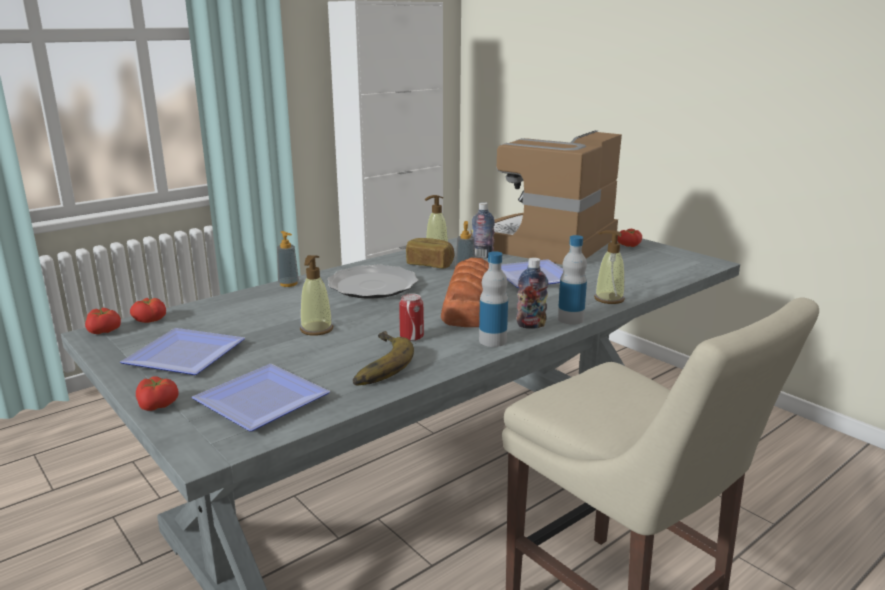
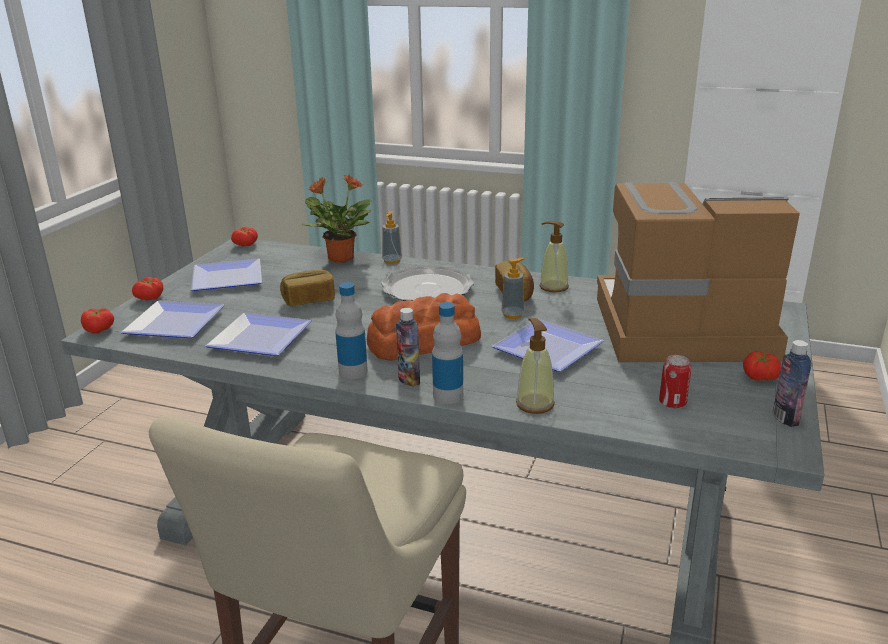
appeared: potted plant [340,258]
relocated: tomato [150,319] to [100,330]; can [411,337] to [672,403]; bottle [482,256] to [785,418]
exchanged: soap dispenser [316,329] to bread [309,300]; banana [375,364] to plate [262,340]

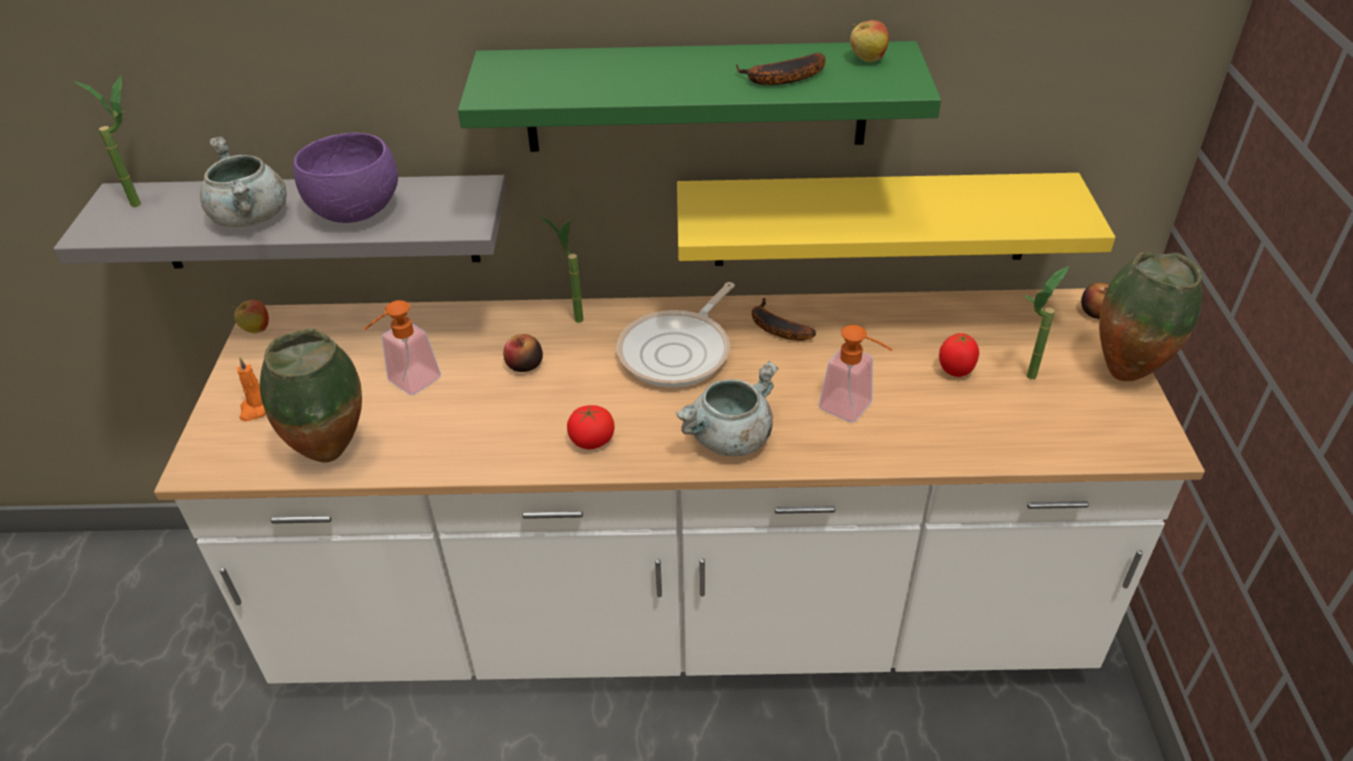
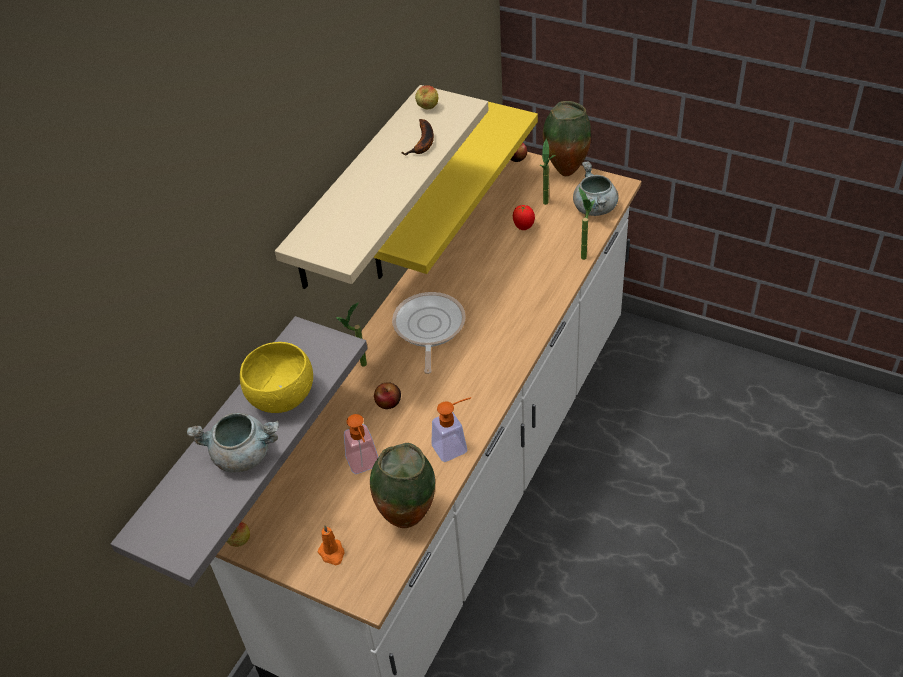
missing: tomato [592,440]; banana [775,327]
relocated: potted plant [146,201] to [582,253]; grey cooking pot [730,439] to [595,208]; soap dispenser [853,409] to [455,446]
colour: purple bowl [357,211] to yellow bowl [281,397]; green shelf [696,97] to beige shelf [357,189]
spun: frying pan [679,352] = [428,328] 150 degrees counterclockwise

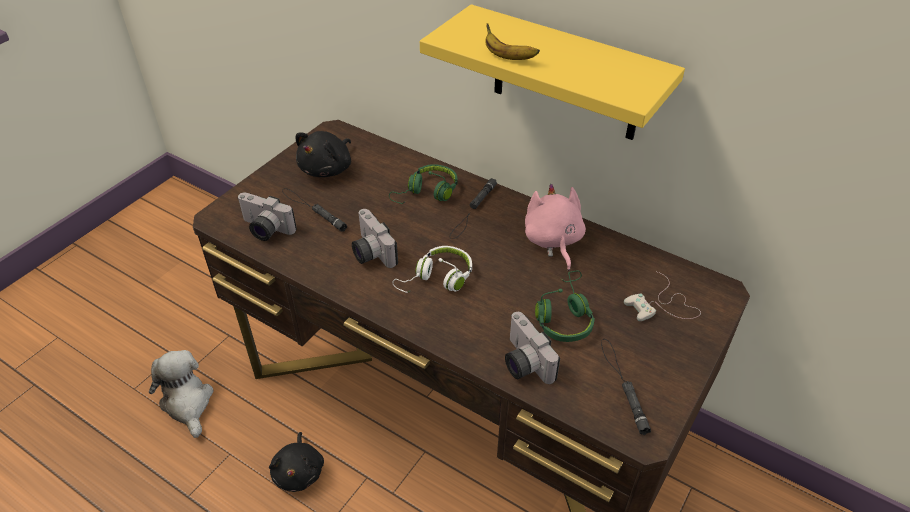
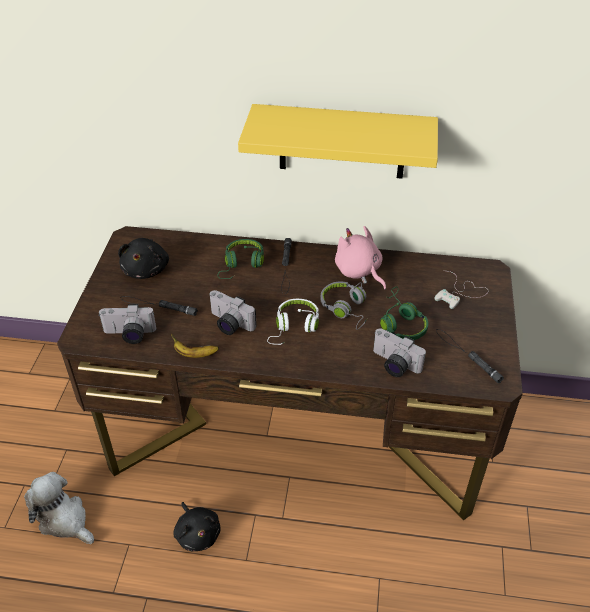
appeared: grey headphones [346,309]
relocated: banana [507,57] to [194,354]

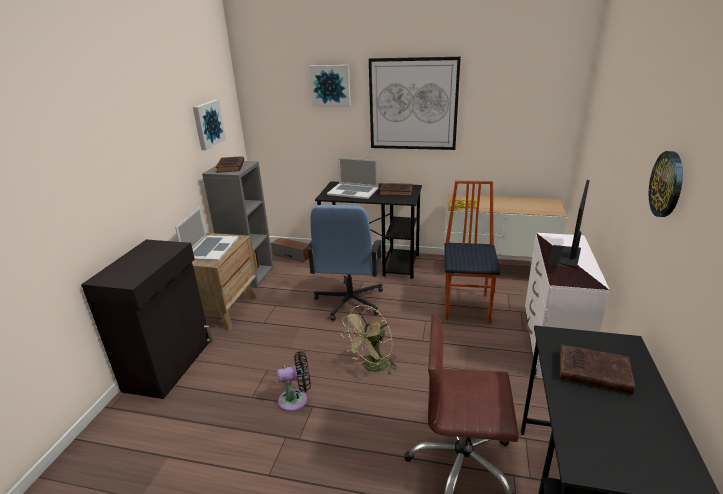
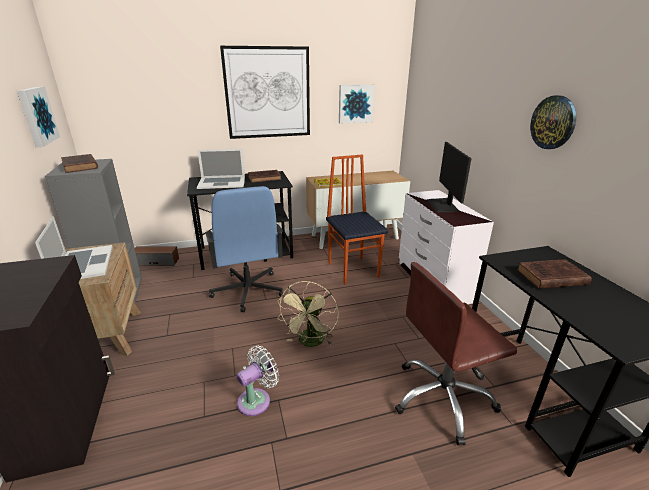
relocated: picture [331,85] to [355,103]
colour: black fan [296,400] to white fan [257,400]

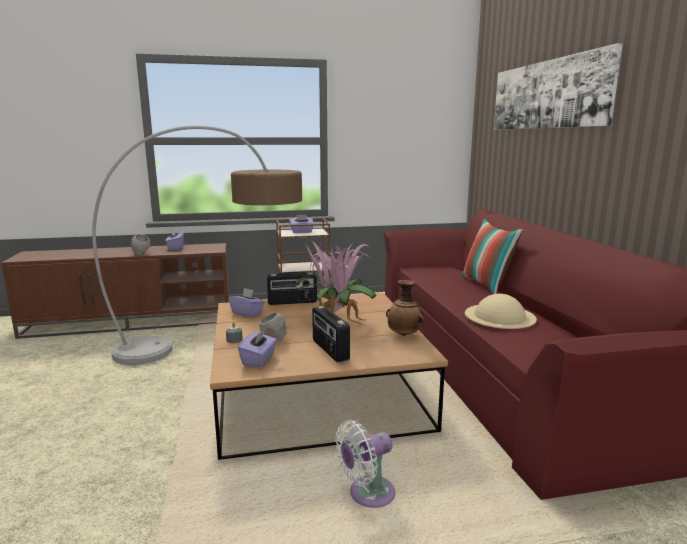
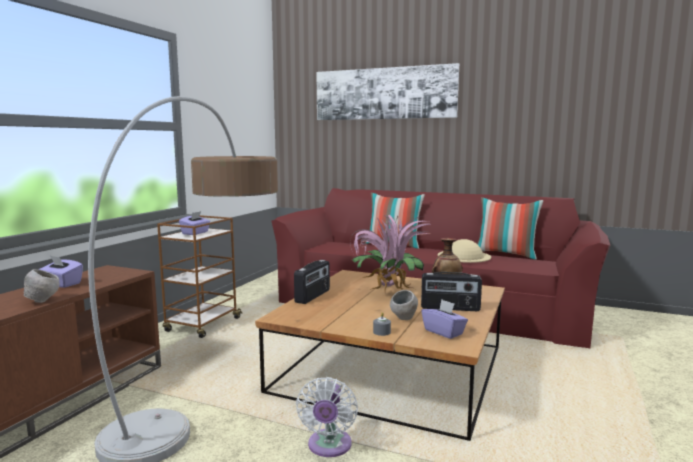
missing: purple tissue box [247,313]
appeared: pillow [506,254]
relocated: white fan [367,494] to [329,447]

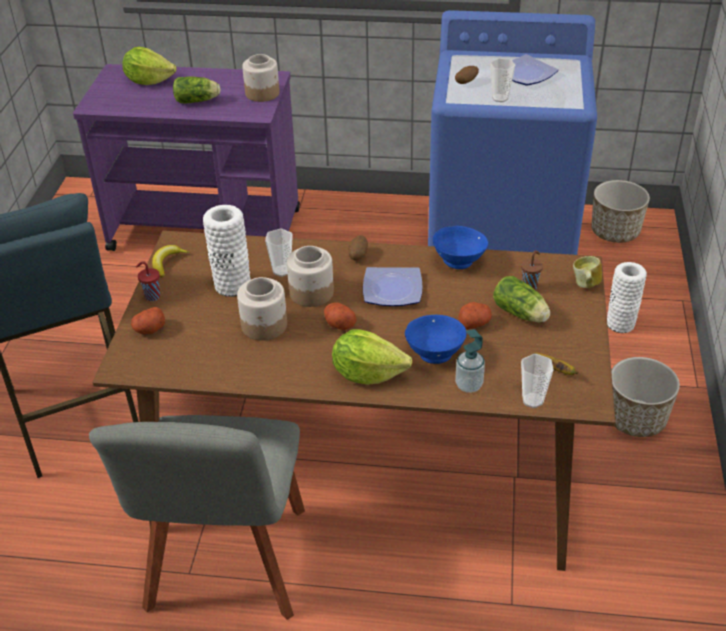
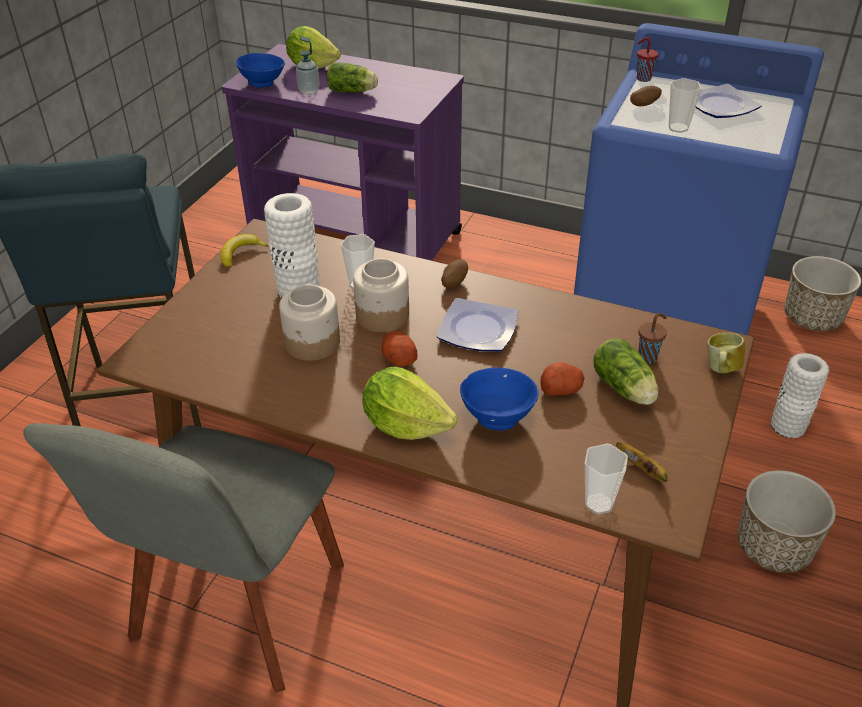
missing: potato [149,329]; jar [263,93]
relocated: red cup [152,296] to [642,79]; blue bowl [460,261] to [263,83]; soap dispenser [469,385] to [309,91]

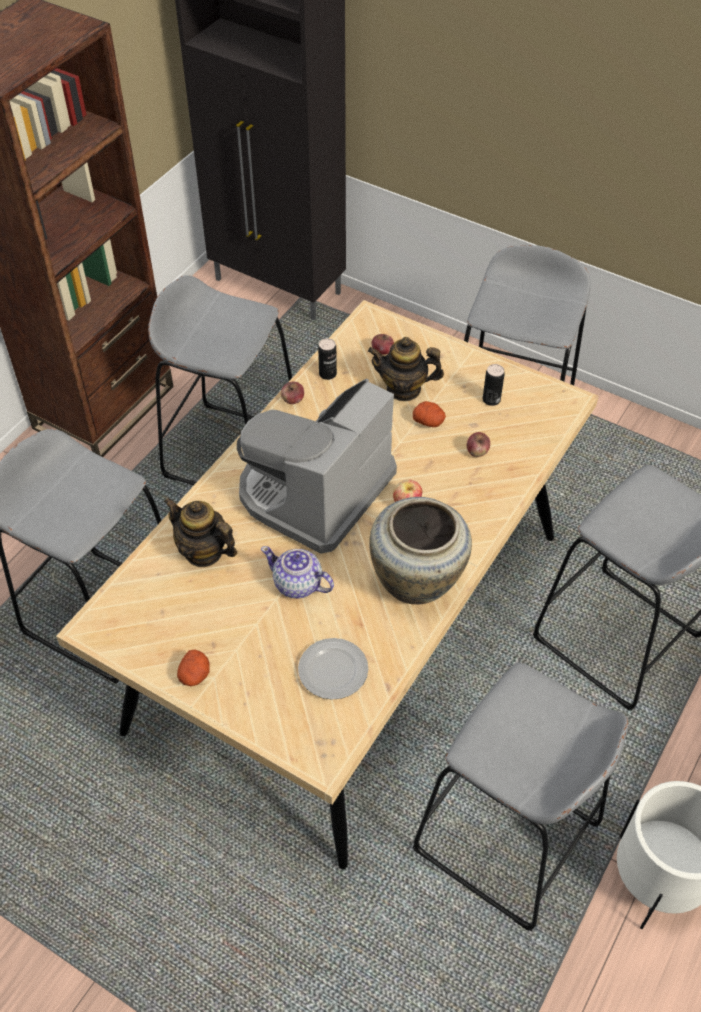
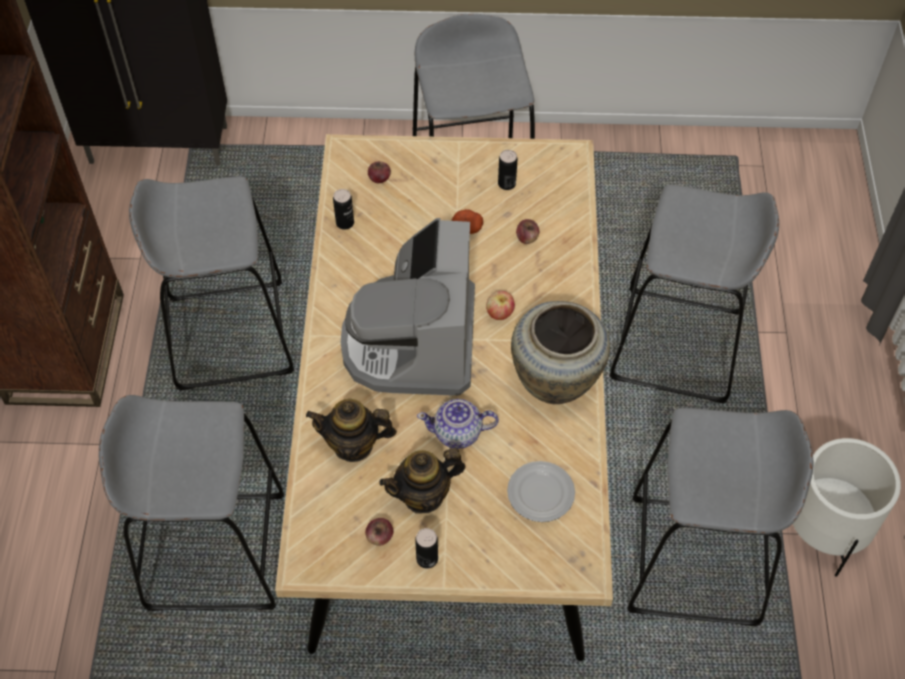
relocated: apple [292,400] to [379,537]; teapot [404,389] to [423,495]
exchanged: potato [195,675] to can [427,559]

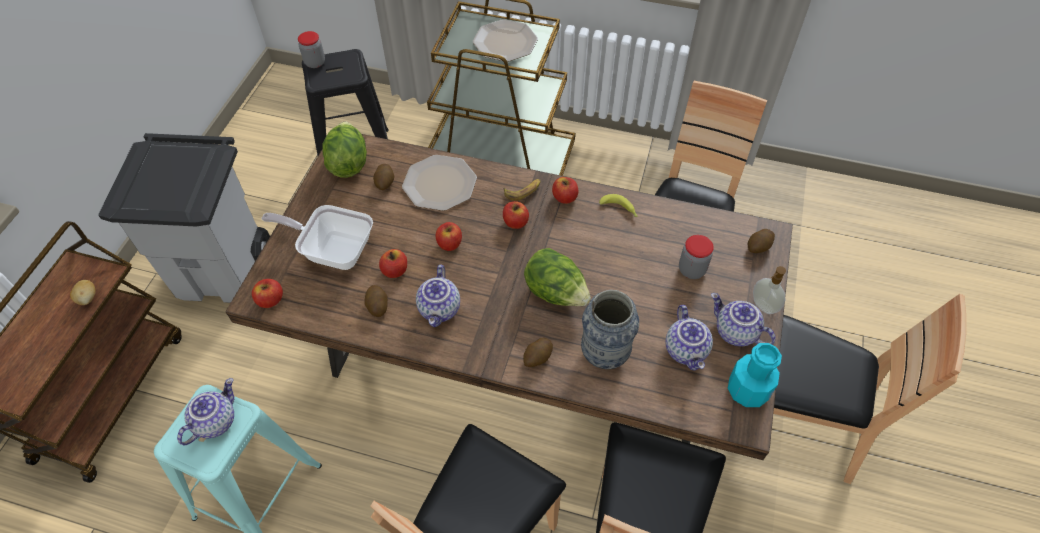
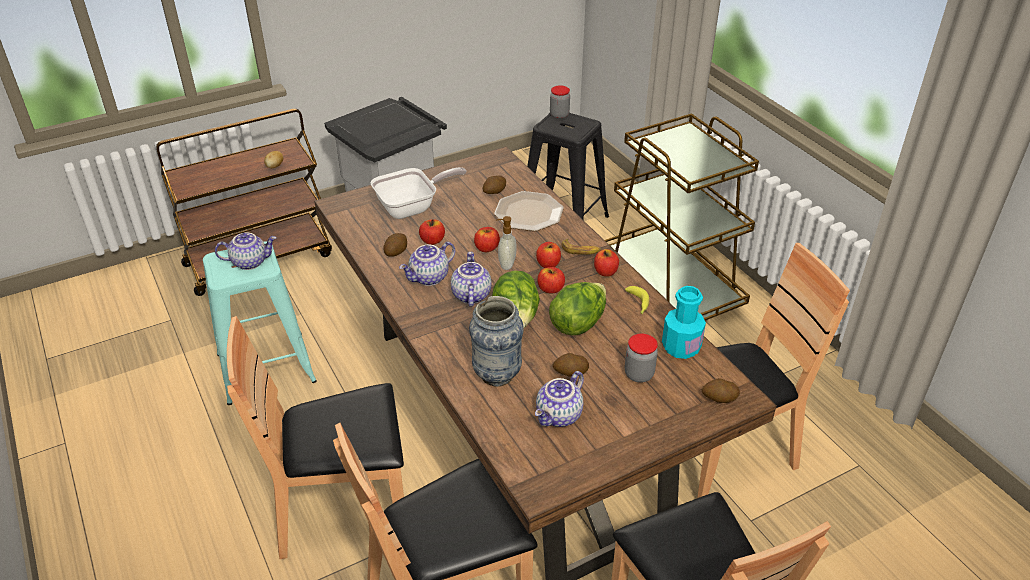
missing: plate [505,42]
relocated: apple [270,300] to [550,289]; lettuce [348,163] to [578,323]; potato [537,358] to [570,373]; teapot [734,332] to [470,295]; turquoise bottle [747,390] to [681,347]; soap dispenser [763,306] to [506,264]
spun: frying pan [333,250] = [412,207] 90 degrees clockwise

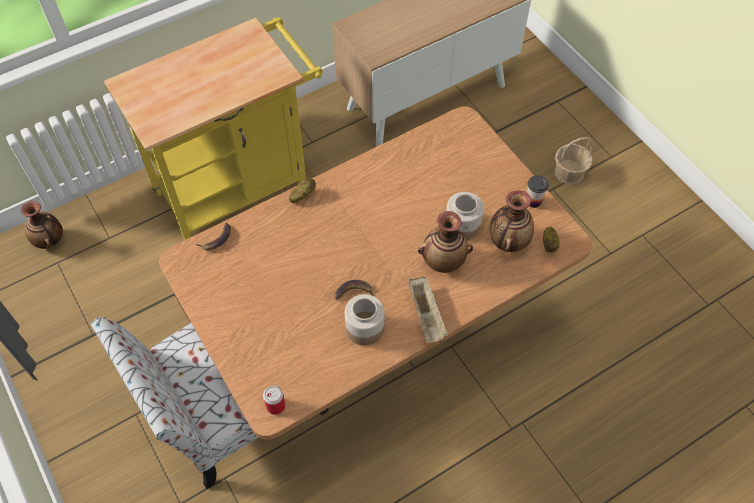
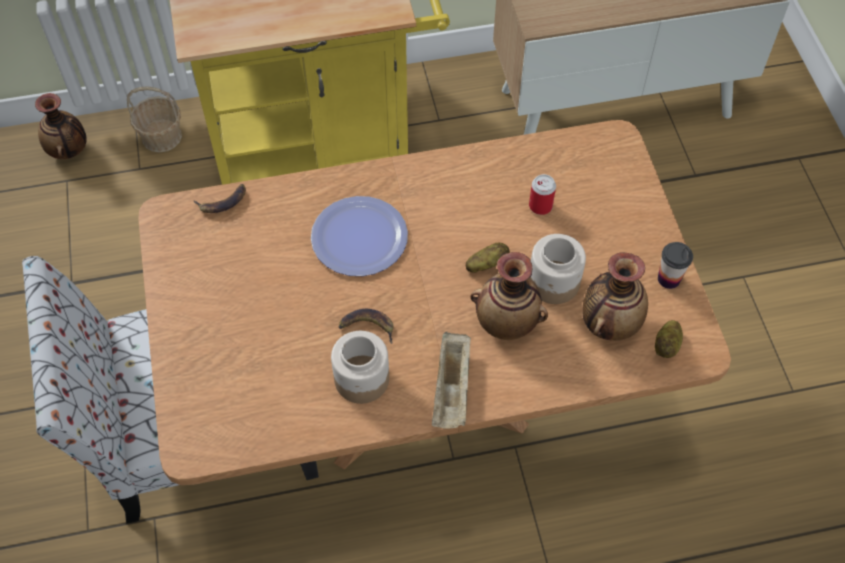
appeared: plate [359,237]
relocated: can [275,406] to [540,206]; potato [302,195] to [486,264]; basket [569,173] to [162,136]

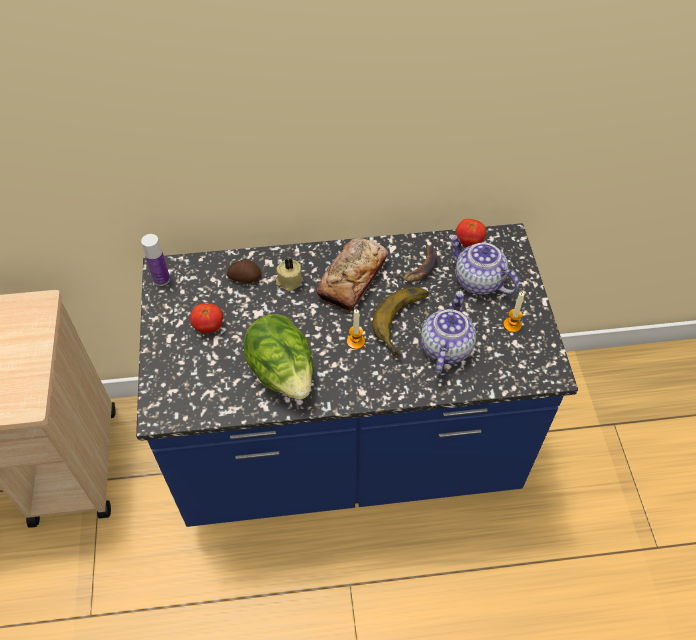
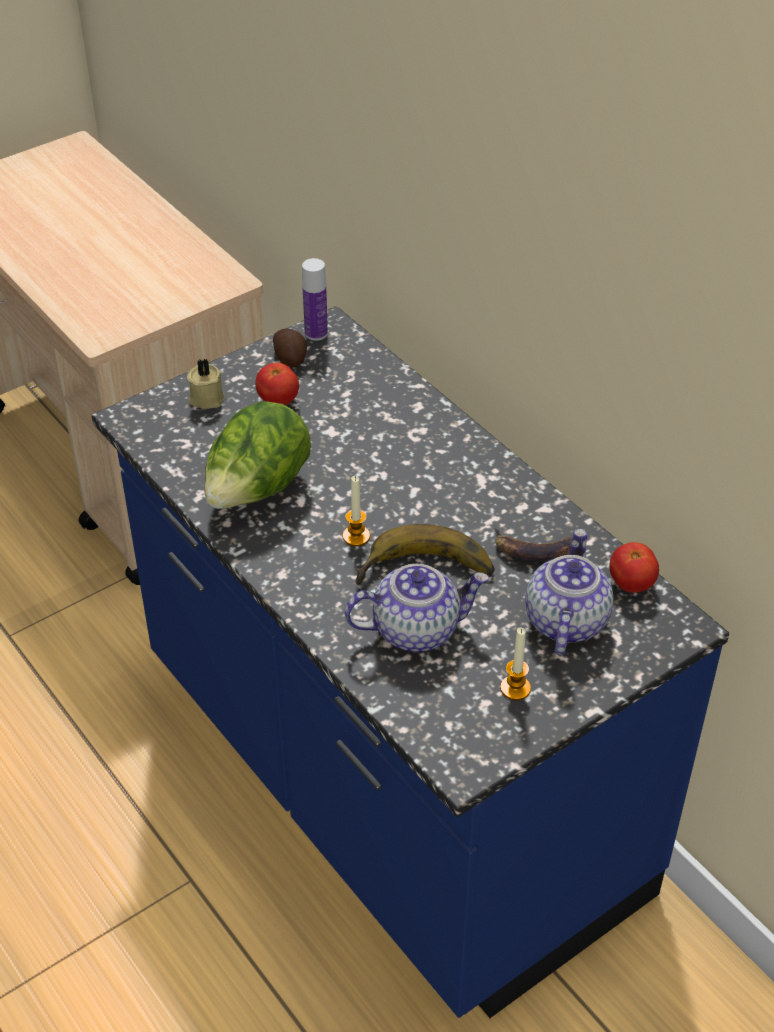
missing: bread [352,278]
relocated: potato [245,277] to [290,357]; beige candle [289,281] to [206,397]

